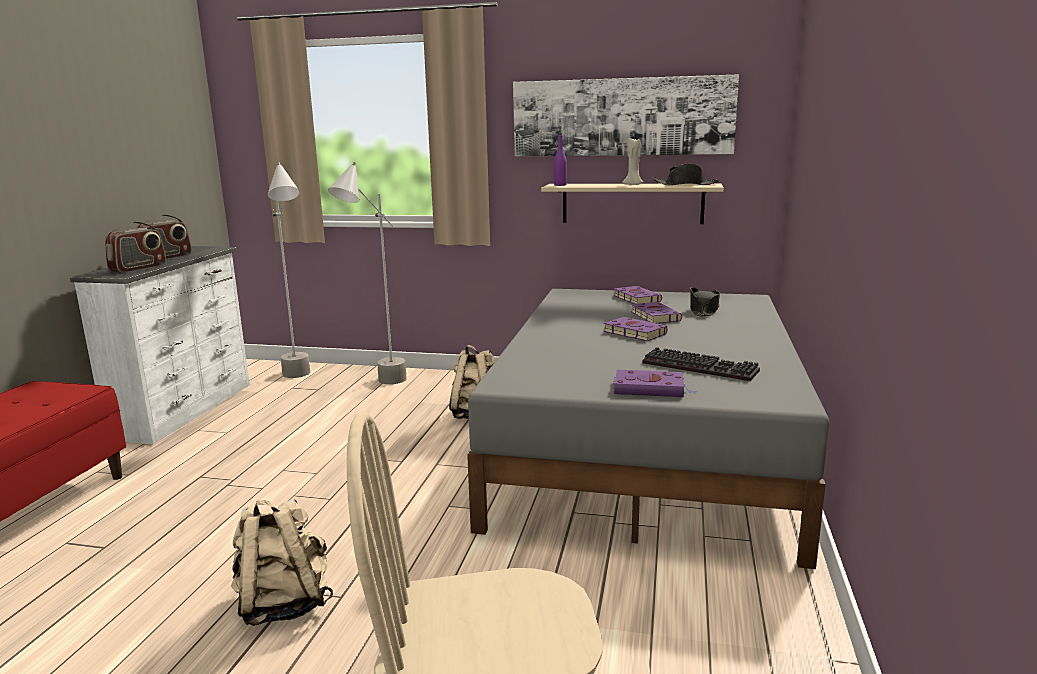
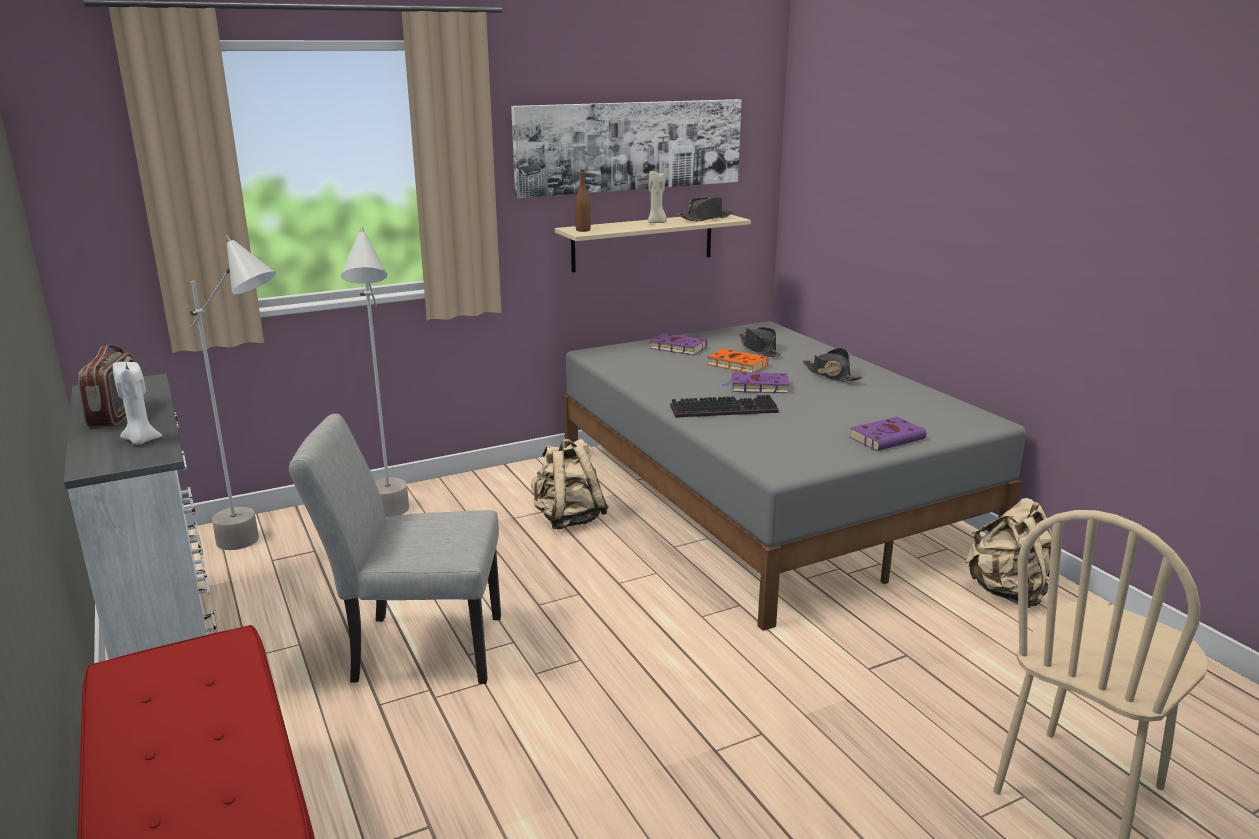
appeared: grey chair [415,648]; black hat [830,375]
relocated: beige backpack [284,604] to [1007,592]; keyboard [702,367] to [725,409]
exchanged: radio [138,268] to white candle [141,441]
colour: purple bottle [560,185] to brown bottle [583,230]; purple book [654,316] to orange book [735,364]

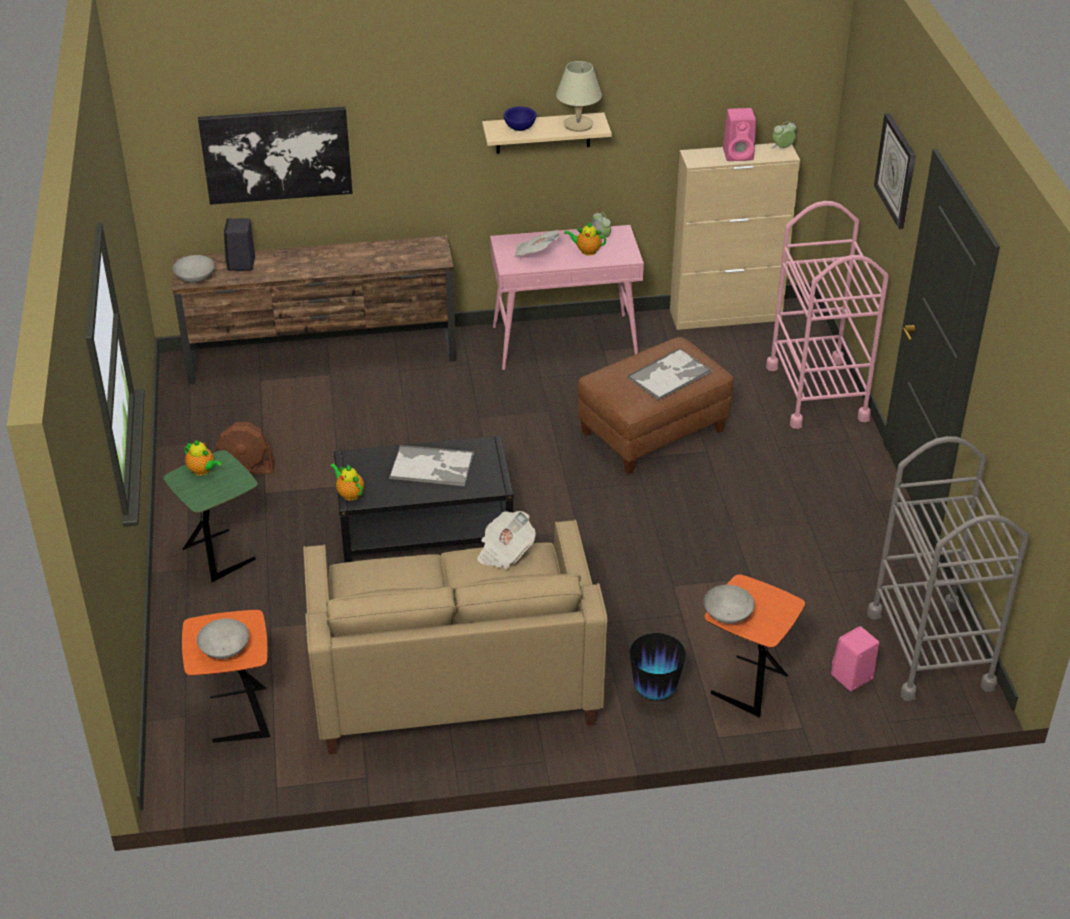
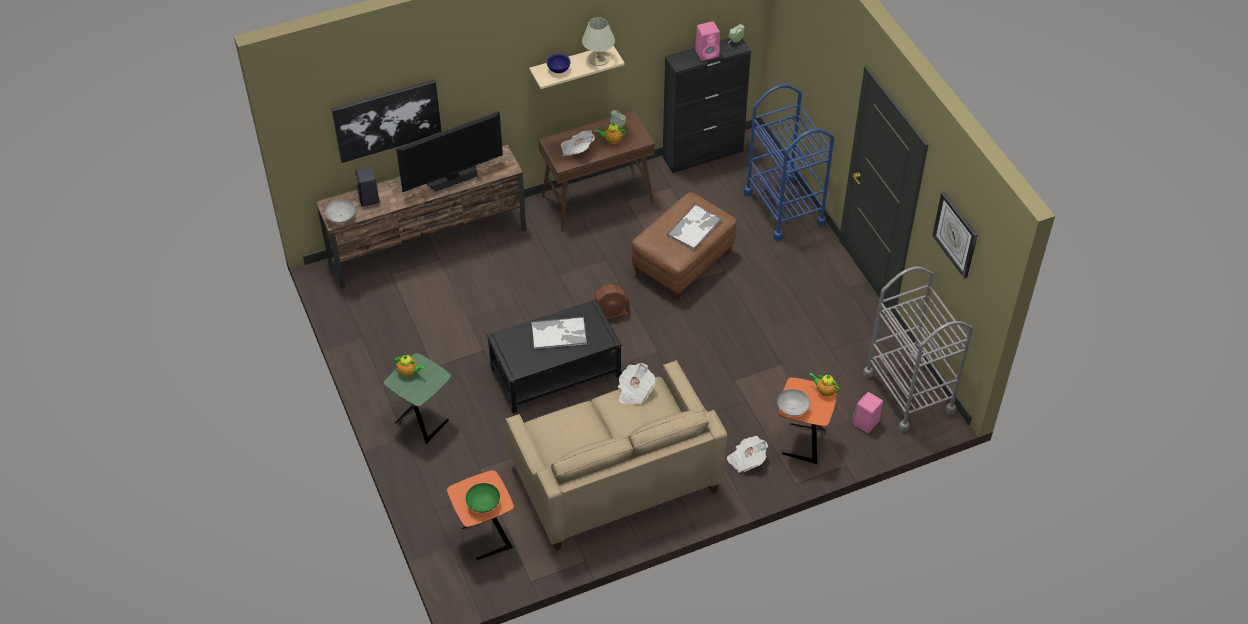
appeared: television [453,177]
relocated: brown fan [246,468] to [610,314]; teapot [349,494] to [824,391]; wall clock [896,170] to [956,234]
exchanged: vase [655,691] to newspaper [746,460]
colour: grey bowl [226,650] to green bowl [484,504]; pink console table [565,342] to brown console table [598,199]; beige cabinet [726,315] to black cabinet [703,154]; pink cart [817,392] to blue cart [784,208]

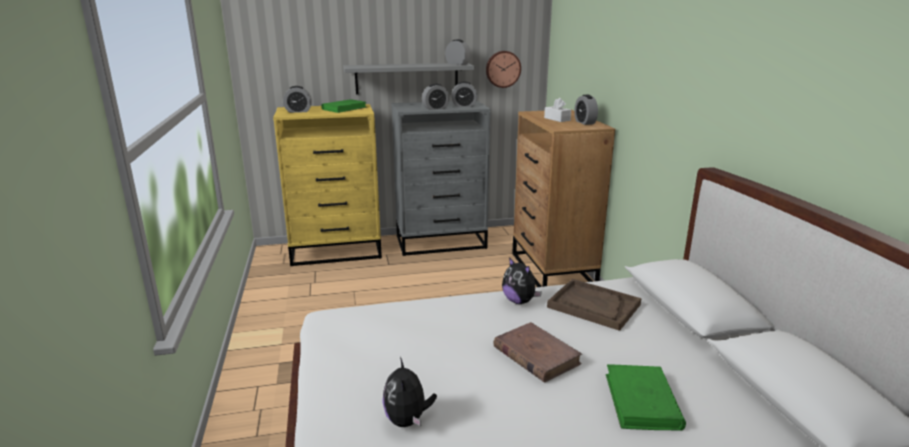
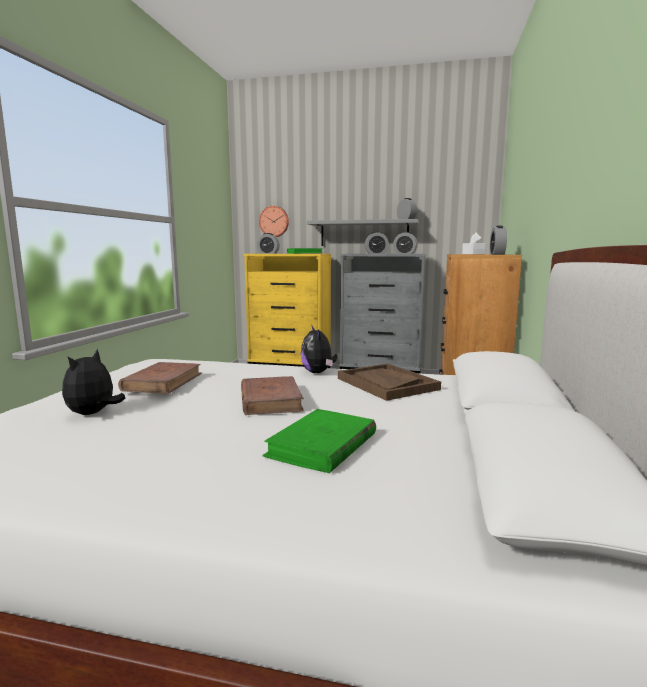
appeared: brown book [163,382]
relocated: wall clock [502,69] to [274,221]

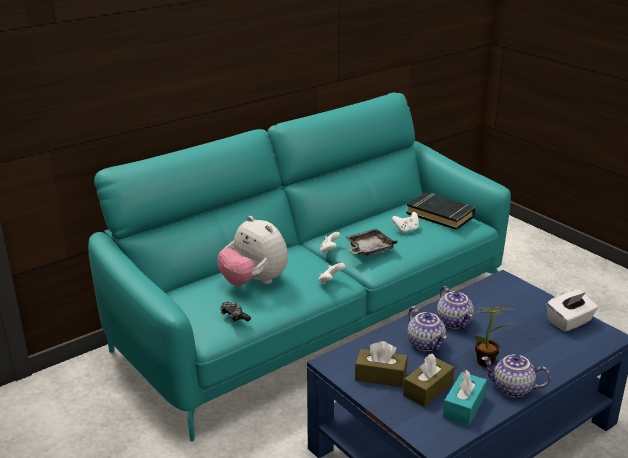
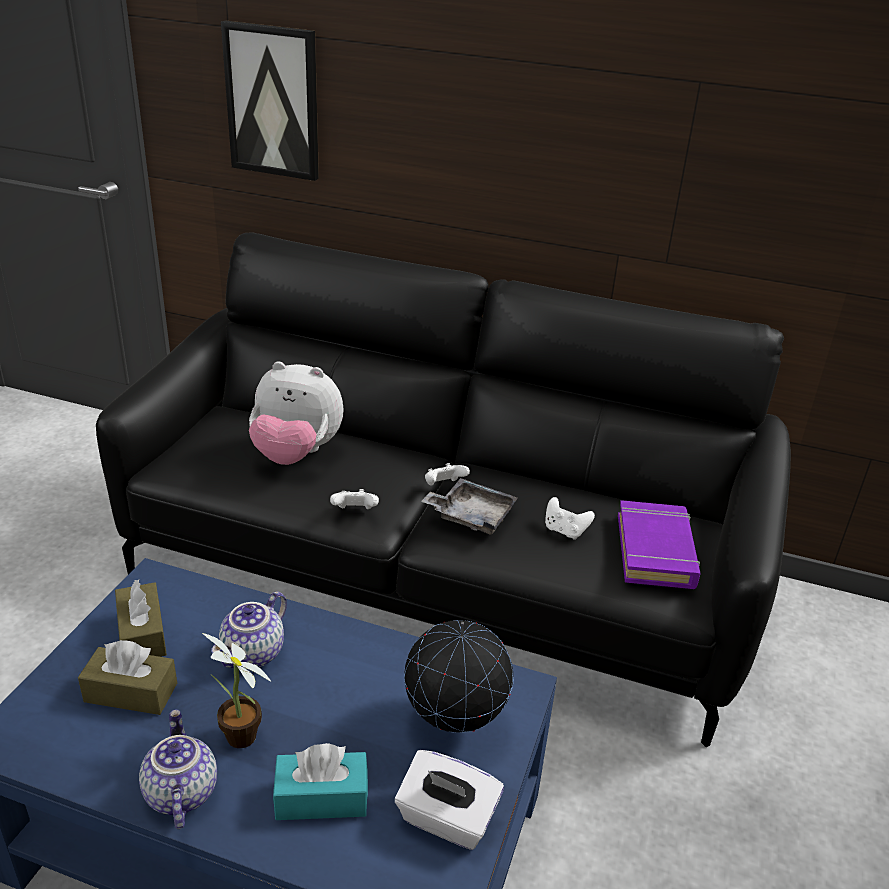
missing: game controller [234,316]; teapot [455,322]
appeared: picture [273,101]; globe [455,723]
relocated: turquoise tissue box [464,407] to [321,798]
colour: turquoise sofa [314,319] to black sofa [438,575]; black book [440,215] to purple book [655,551]
spun: plush toy [254,282] = [296,454] 90 degrees counterclockwise

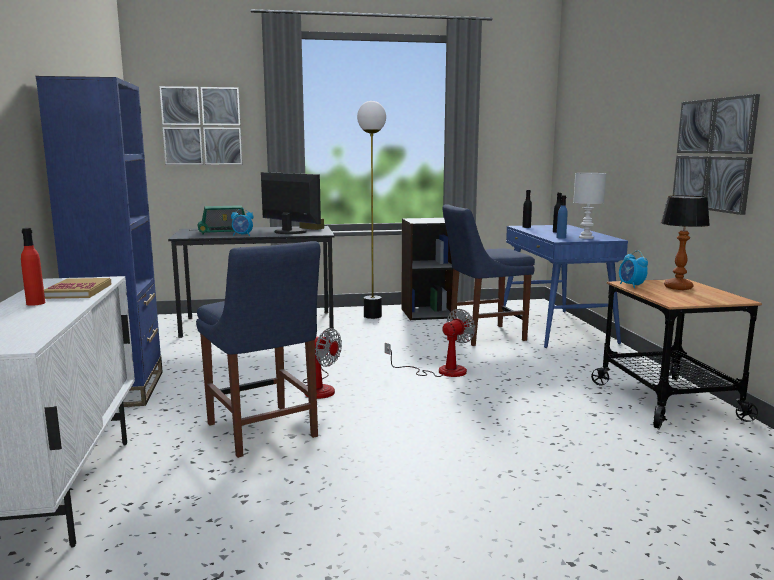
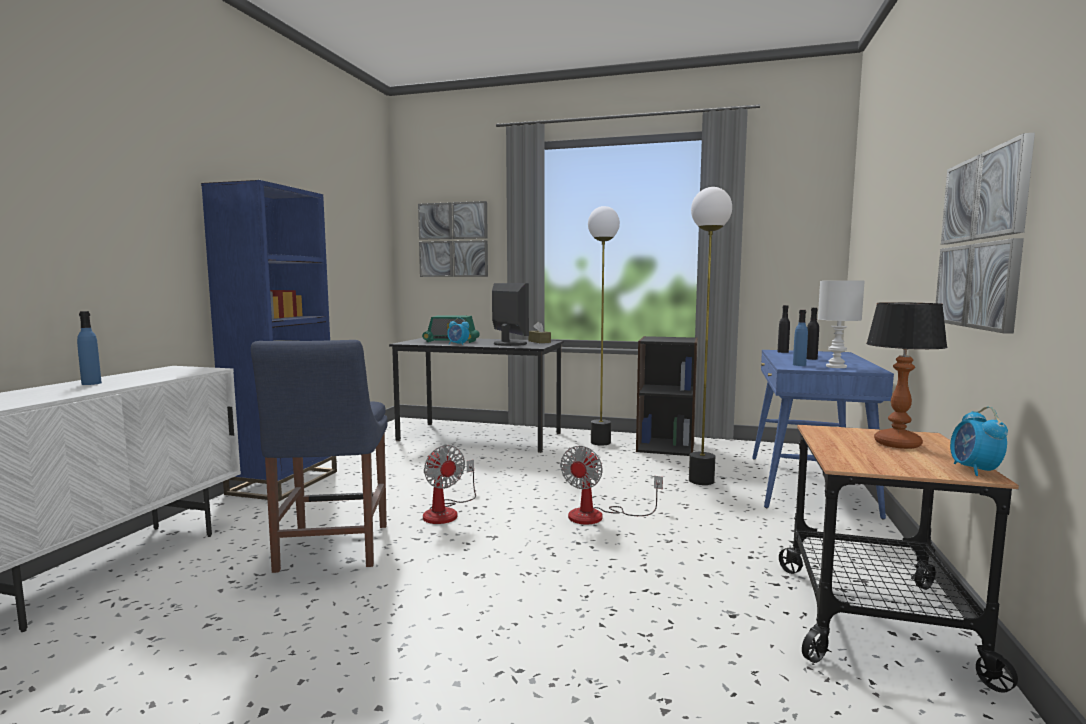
missing: book [78,291]
relocated: alarm clock [631,286] to [974,470]
exchanged: blue chair [483,335] to floor lamp [701,480]
colour: red bottle [35,303] to blue bottle [91,383]
spun: fan [441,371] = [598,516] 135 degrees clockwise

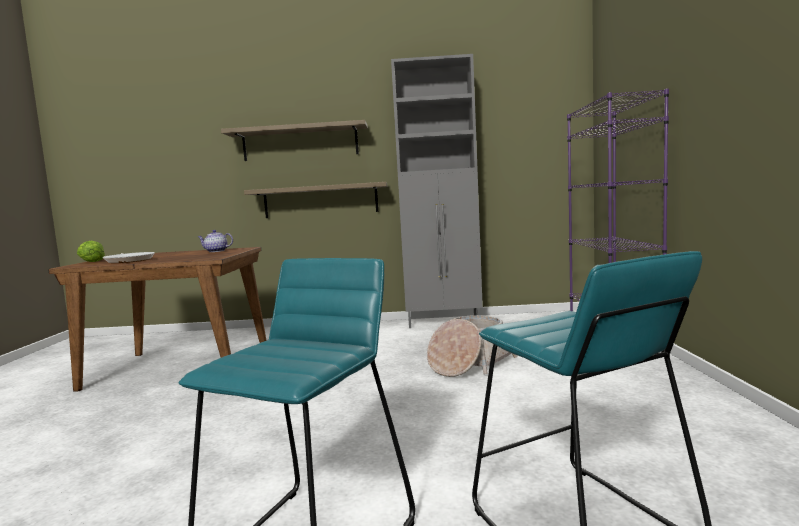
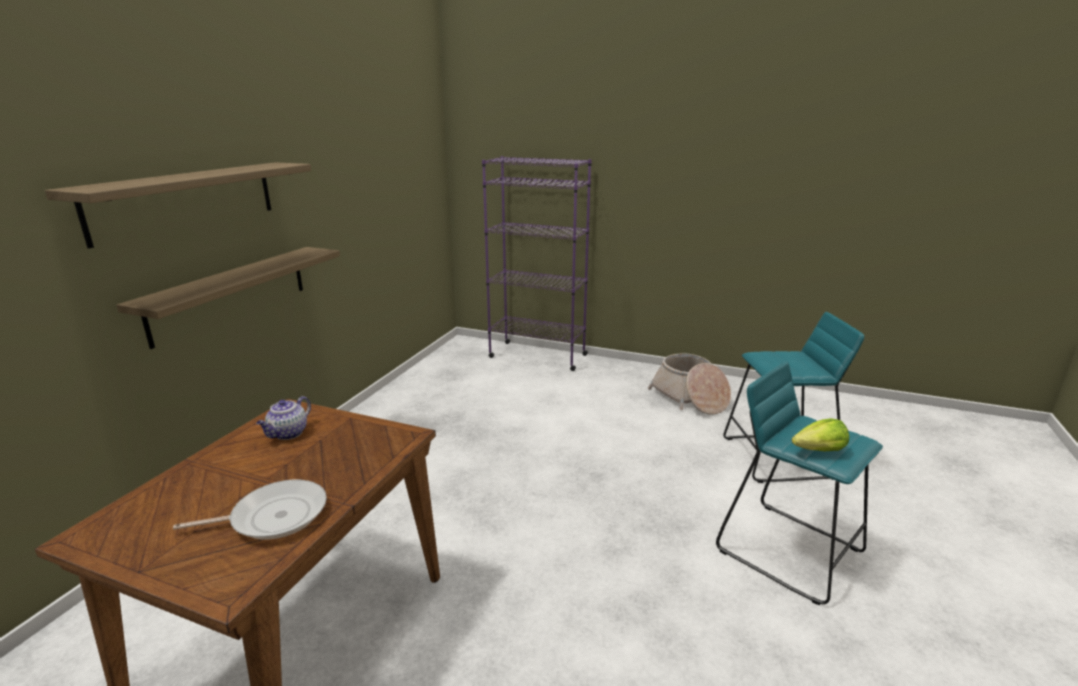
missing: grey cabinet [444,322]
relocated: lettuce [91,261] to [819,451]; basket [469,363] to [690,398]

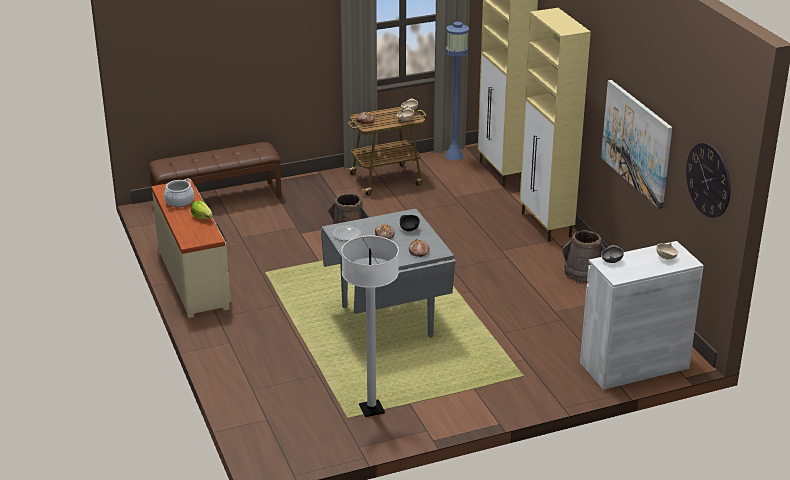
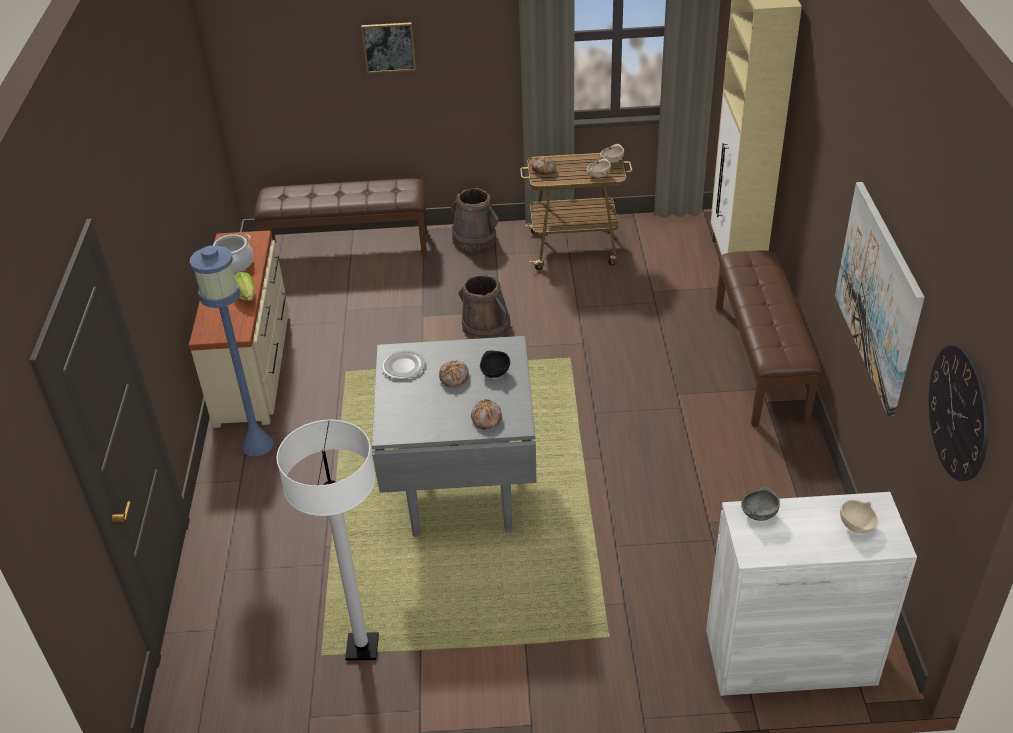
appeared: picture [389,47]
relocated: blue floor lamp [454,155] to [258,445]; brown bucket [583,273] to [474,239]
exchanged: beige cabinet [546,225] to brown bench [761,362]

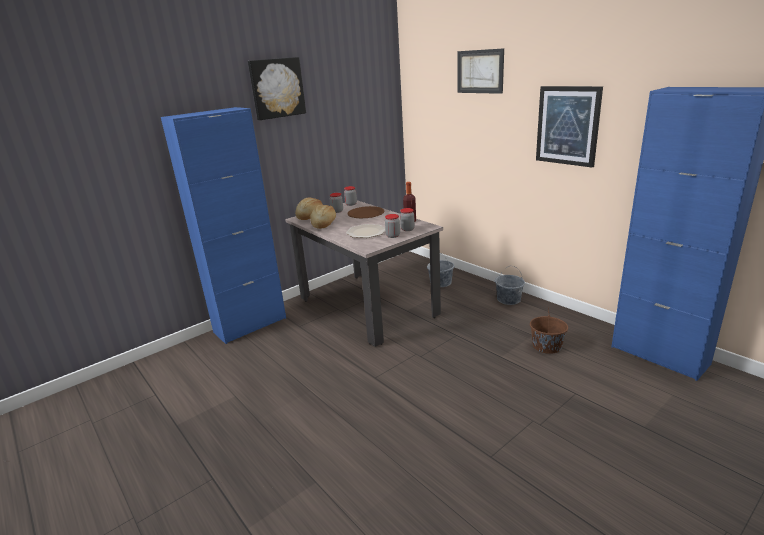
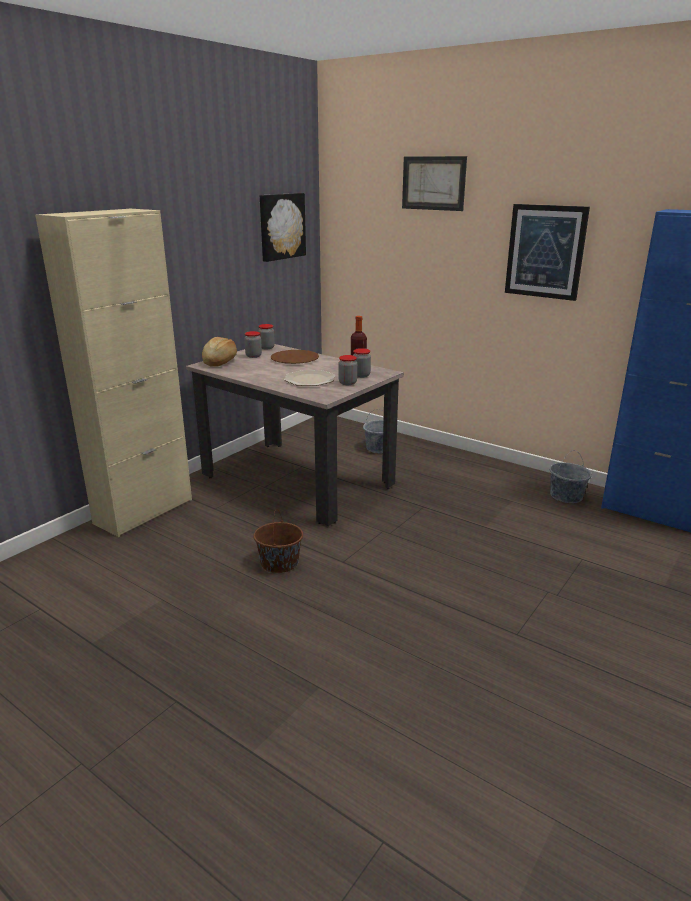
missing: bread [323,224]
relocated: picture [276,88] to [281,226]; grey bucket [508,299] to [566,496]; brown bucket [546,346] to [279,563]
colour: blue cabinet [250,325] to beige cabinet [144,511]

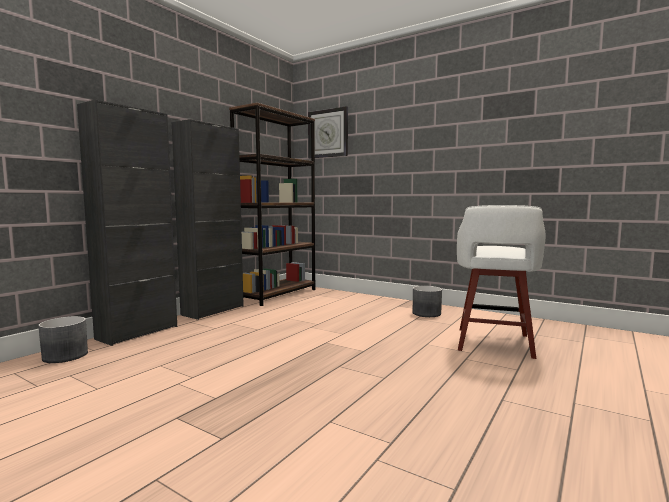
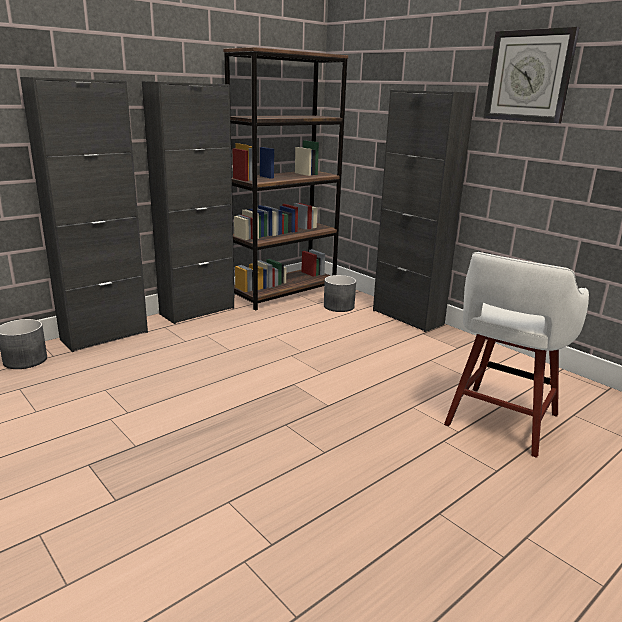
appeared: black cabinet [407,317]
relocated: wall clock [328,133] to [529,76]; grey planter [426,313] to [338,306]

